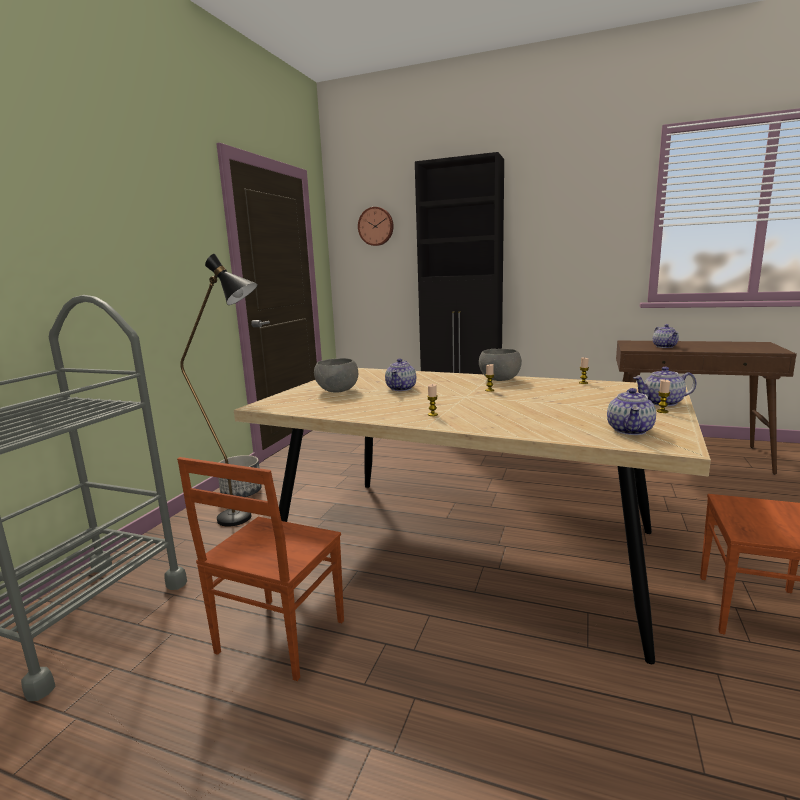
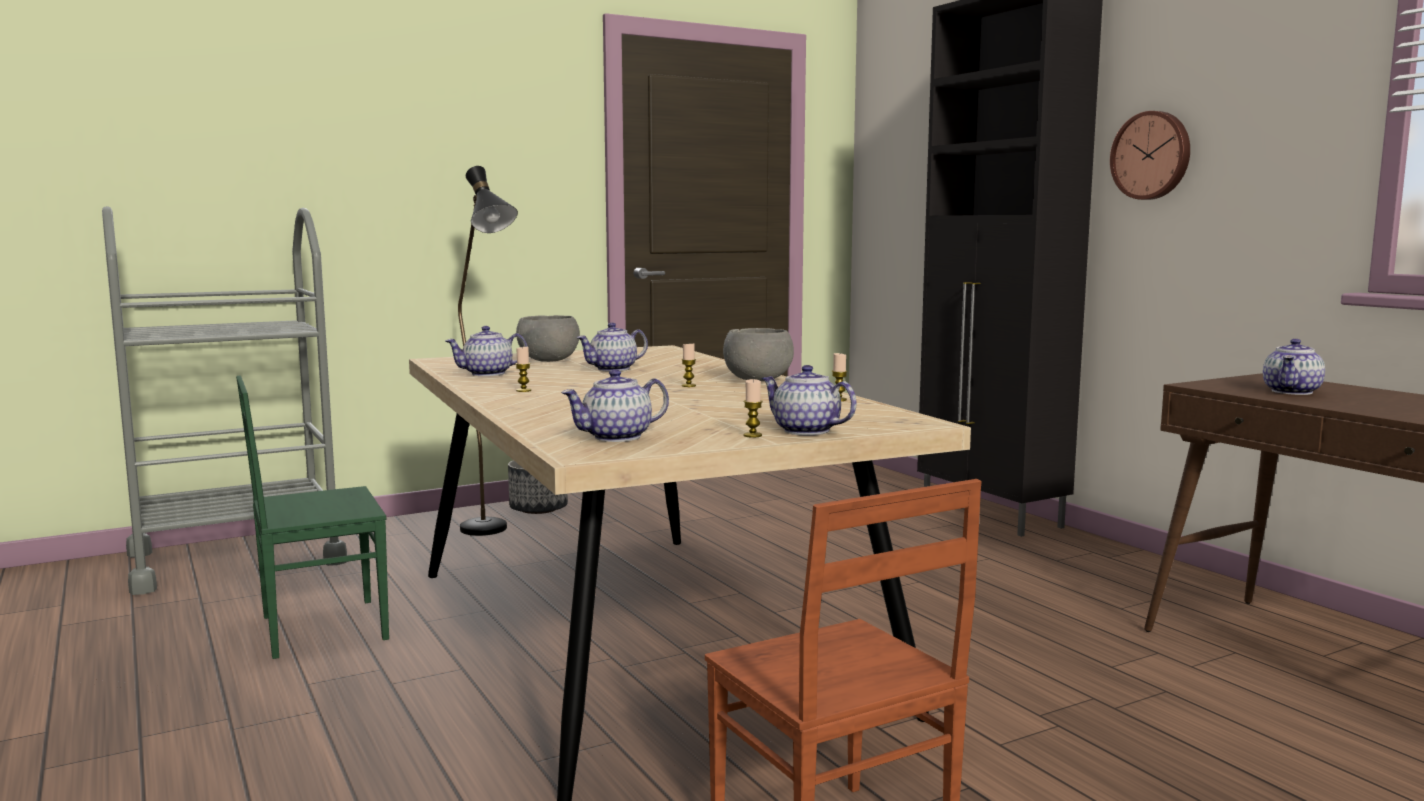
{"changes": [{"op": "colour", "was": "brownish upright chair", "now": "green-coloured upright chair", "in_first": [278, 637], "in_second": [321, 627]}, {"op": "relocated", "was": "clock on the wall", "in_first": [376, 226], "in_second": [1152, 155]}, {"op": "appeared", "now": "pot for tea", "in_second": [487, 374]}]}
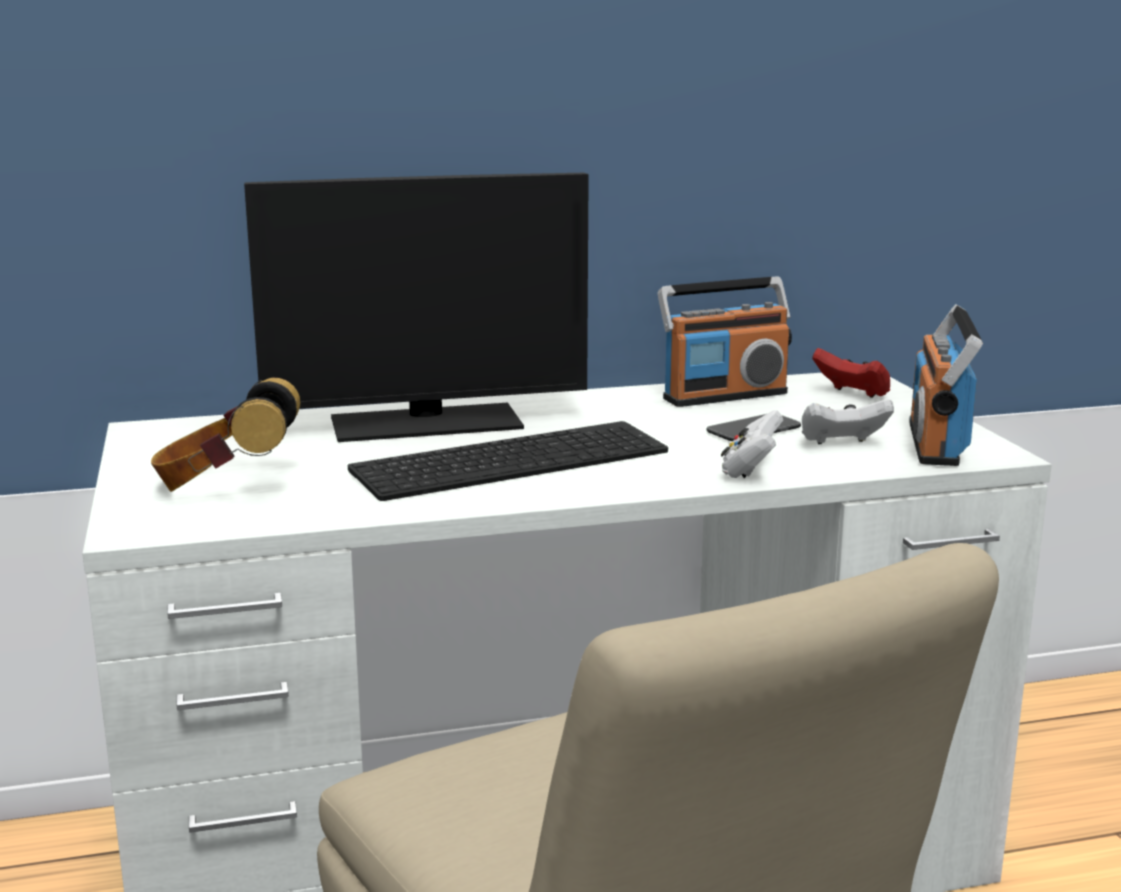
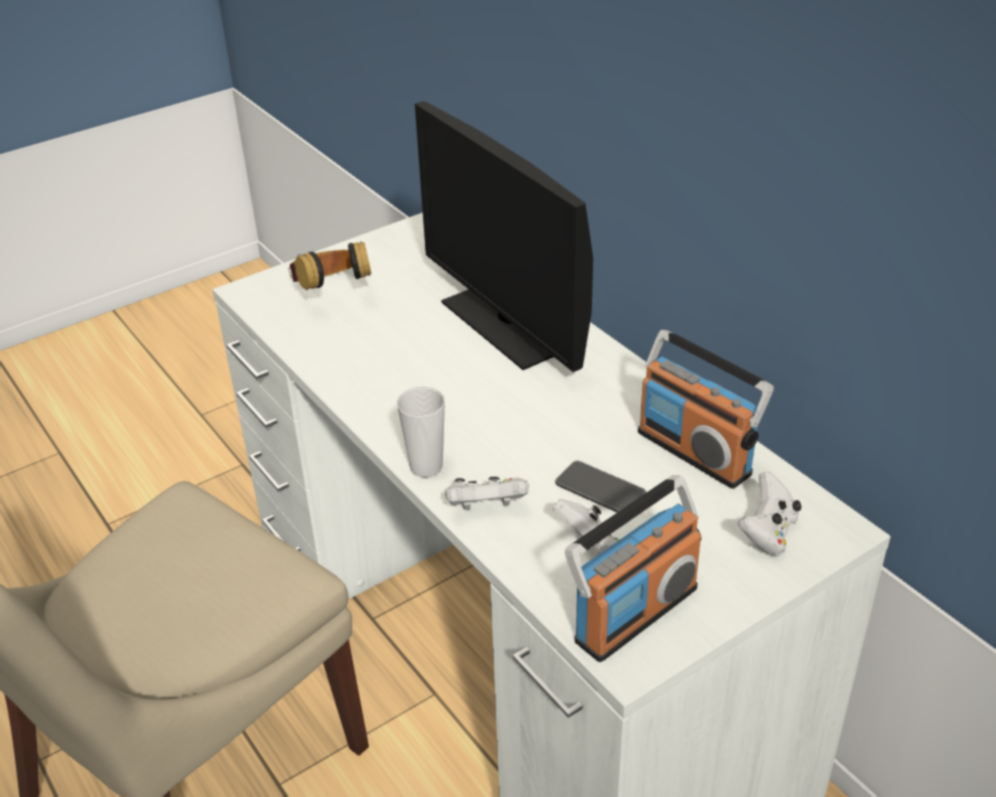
{"changes": [{"op": "missing", "was": "keyboard", "in_first": [512, 459]}, {"op": "colour", "was": "red-coloured game controller", "now": "whitish game controller", "in_first": [853, 394], "in_second": [767, 533]}, {"op": "spun", "was": "radio set", "in_first": [935, 443], "in_second": [634, 613], "clockwise": 150}, {"op": "appeared", "now": "drinking cup", "in_second": [426, 467]}]}
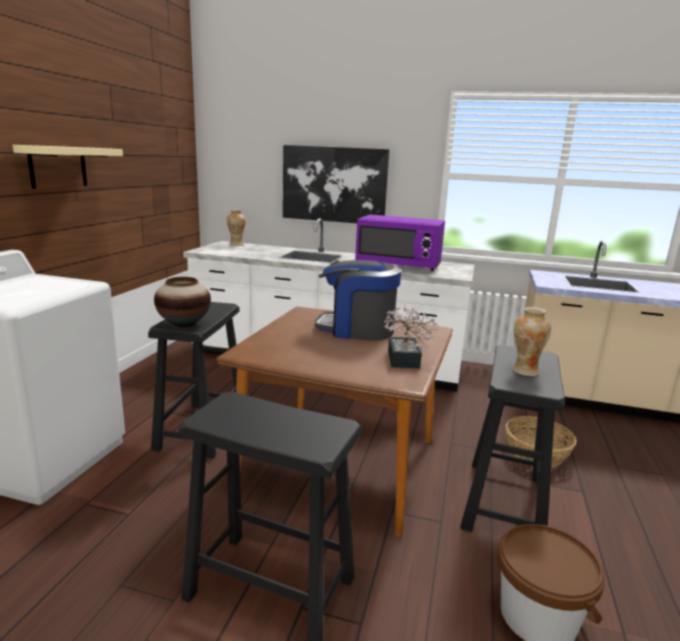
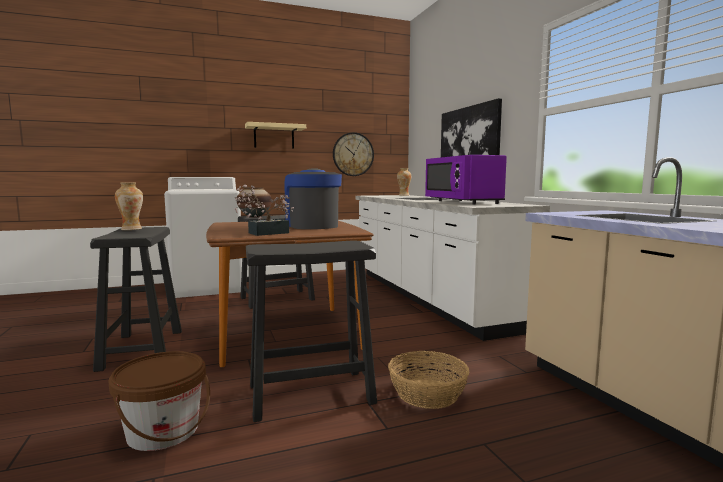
{"changes": [{"op": "relocated", "was": "vase", "in_first": [525, 371], "in_second": [131, 229]}, {"op": "appeared", "now": "clock on the wall", "in_second": [353, 154]}]}
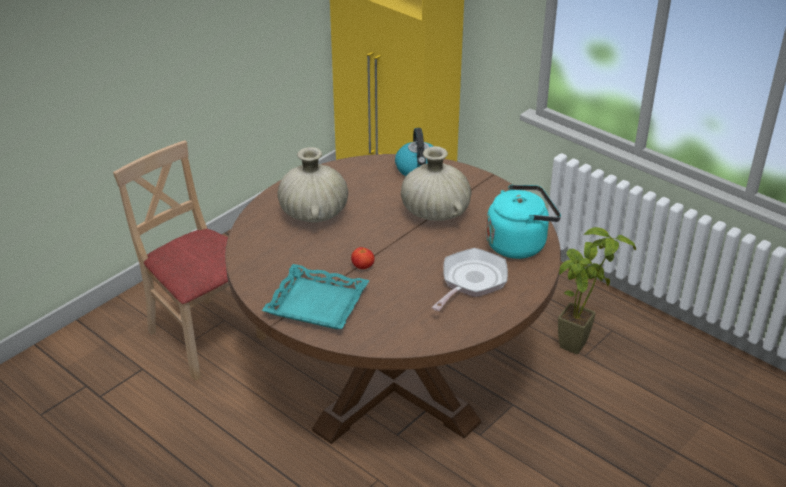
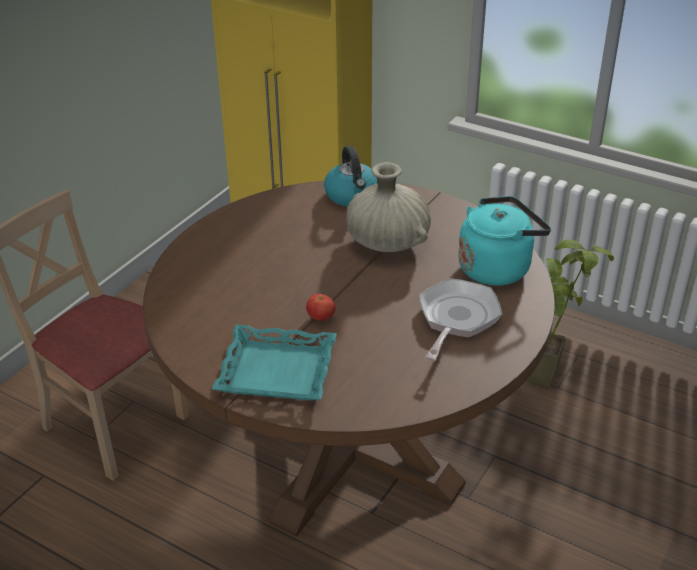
{"changes": [{"op": "missing", "was": "sand-coloured vase", "in_first": [313, 214]}]}
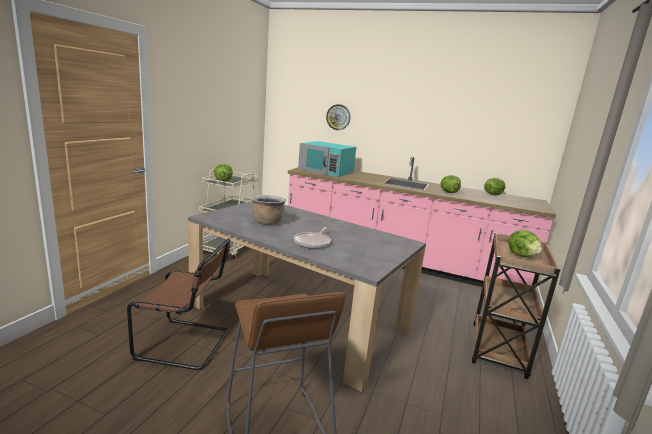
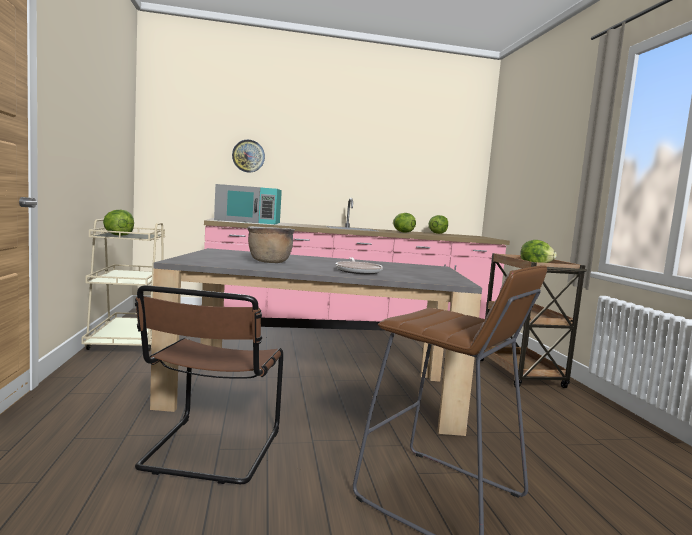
{"changes": [{"op": "spun", "was": "brownish upright chair", "in_first": [187, 344], "in_second": [210, 452], "clockwise": 120}]}
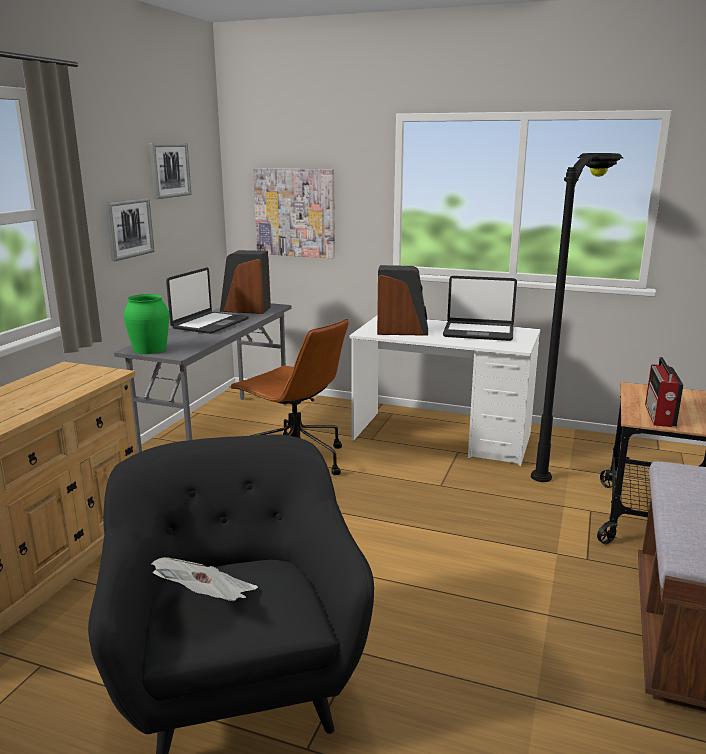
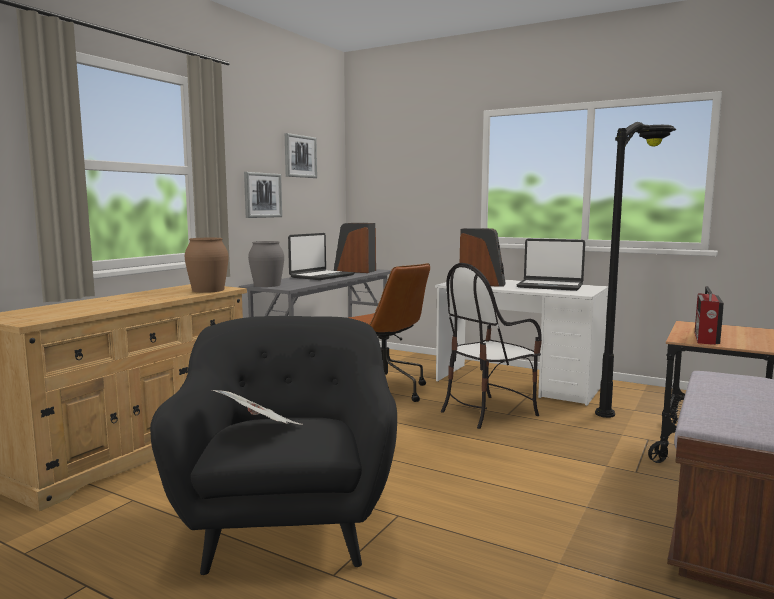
{"changes": [{"op": "colour", "was": "green-coloured vase", "now": "gray vase", "in_first": [149, 349], "in_second": [266, 285]}, {"op": "missing", "was": "wall art", "in_first": [295, 212]}, {"op": "appeared", "now": "brownish vase", "in_second": [208, 290]}, {"op": "appeared", "now": "upright chair", "in_second": [488, 412]}]}
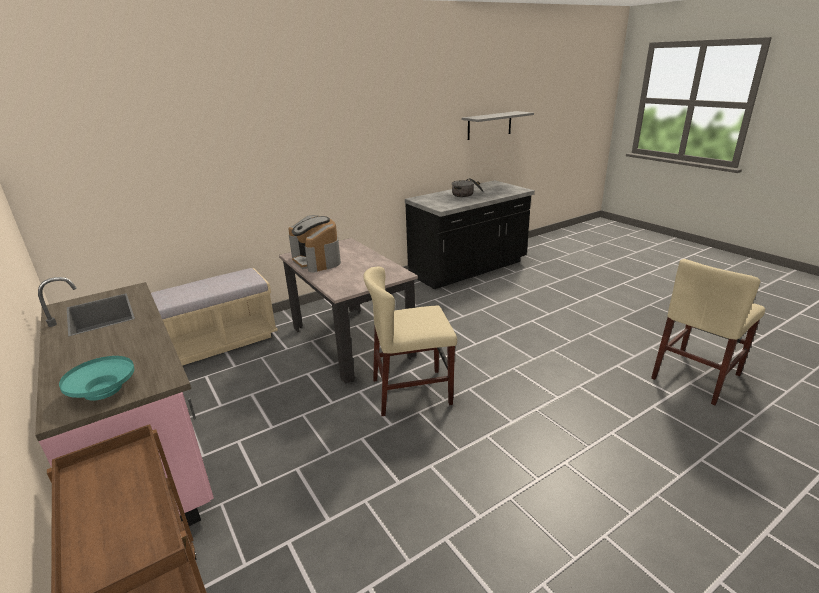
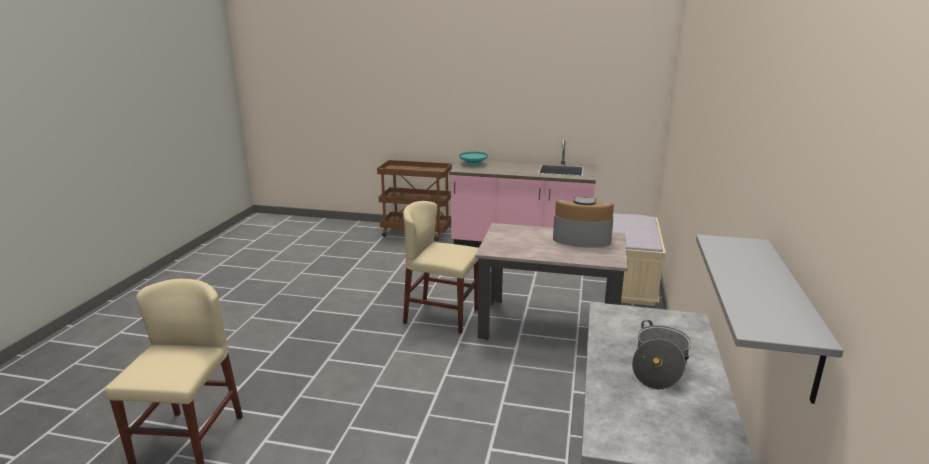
{"changes": [{"op": "spun", "was": "sand-coloured upright chair", "in_first": [411, 391], "in_second": [441, 316], "clockwise": -105}]}
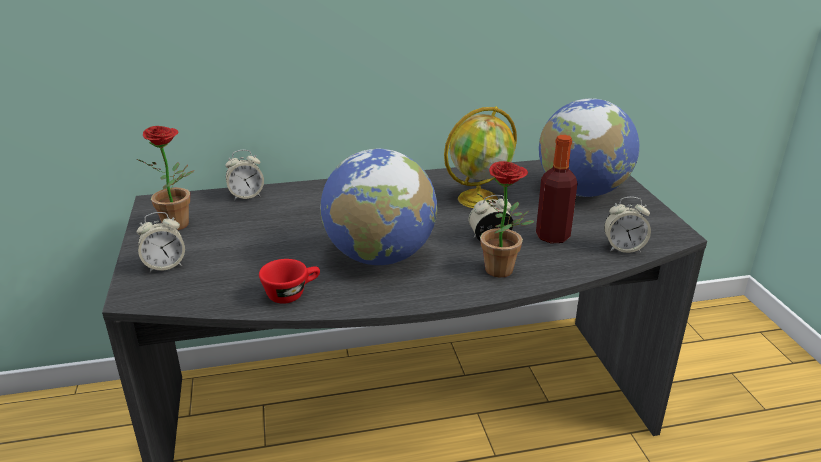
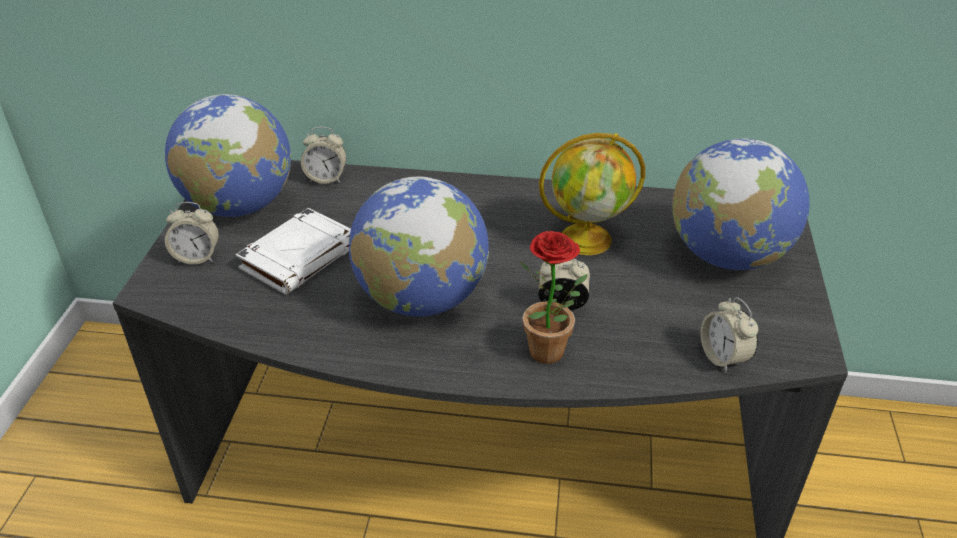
{"changes": [{"op": "exchanged", "was": "potted plant", "now": "desk globe", "in_first": [181, 225], "in_second": [239, 206]}, {"op": "missing", "was": "red-coloured drinking cup", "in_first": [292, 293]}, {"op": "missing", "was": "beverage bottle", "in_first": [552, 236]}, {"op": "spun", "was": "alarm clock", "in_first": [623, 248], "in_second": [723, 357], "clockwise": 45}, {"op": "appeared", "now": "whitish book", "in_second": [300, 256]}]}
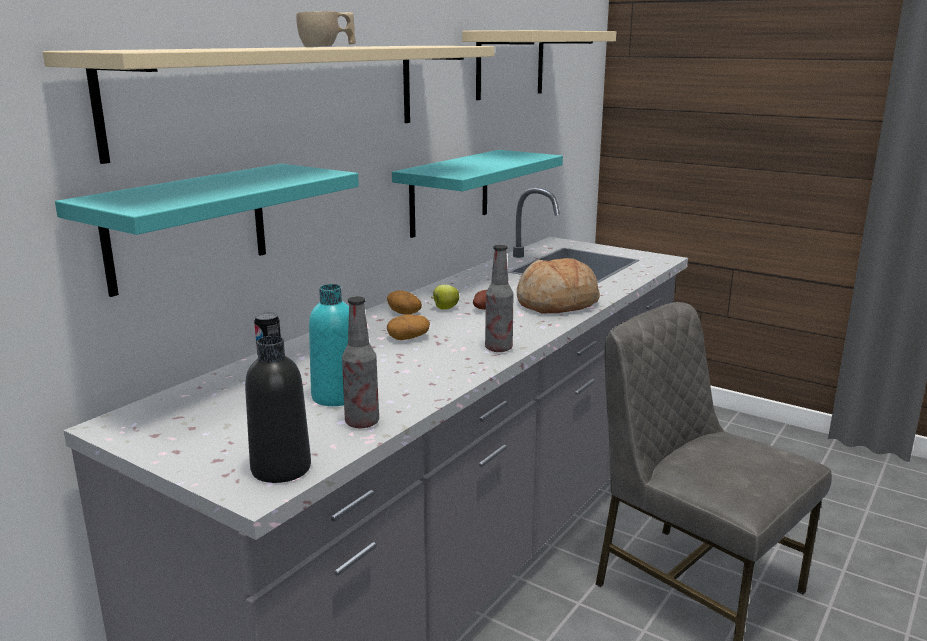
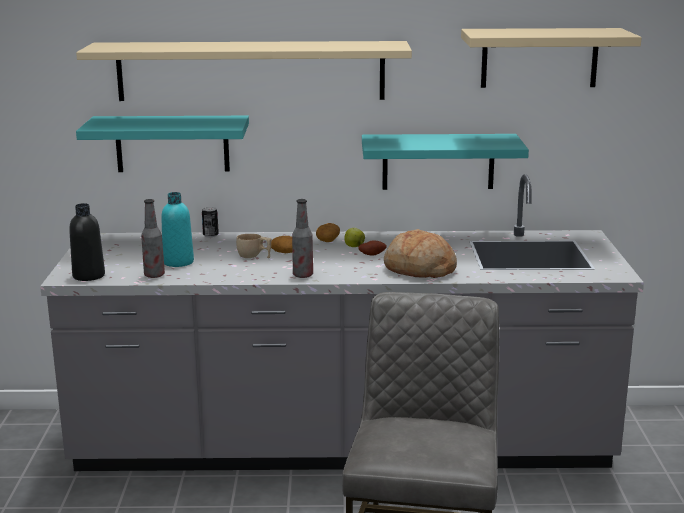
{"changes": [{"op": "relocated", "was": "sand-coloured drinking cup", "in_first": [327, 47], "in_second": [254, 257]}]}
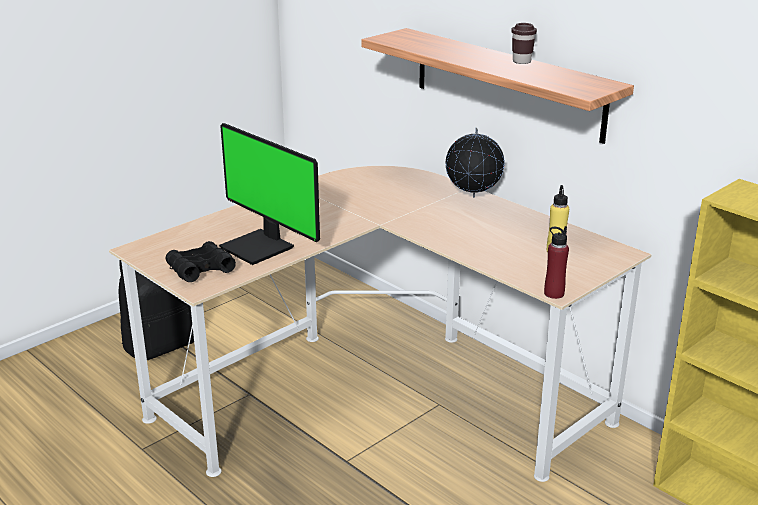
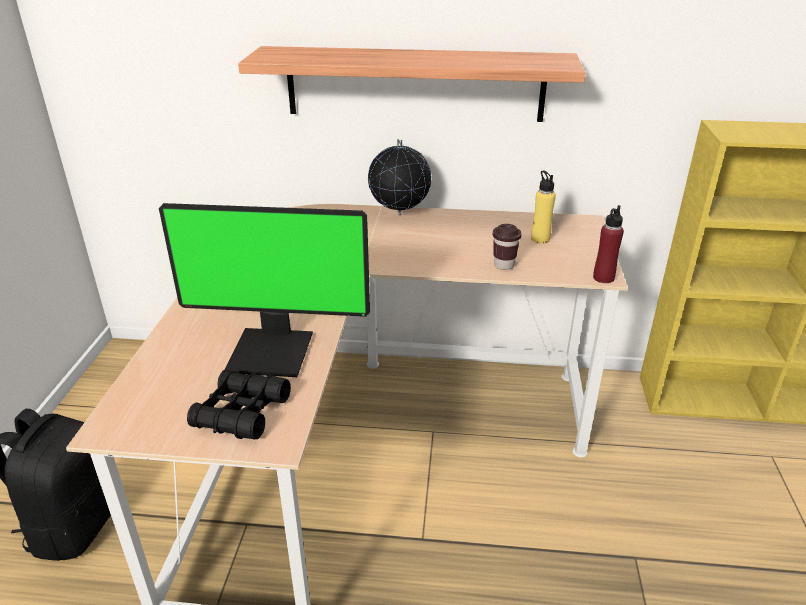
{"changes": [{"op": "relocated", "was": "brownish drinking cup", "in_first": [521, 61], "in_second": [504, 265]}]}
